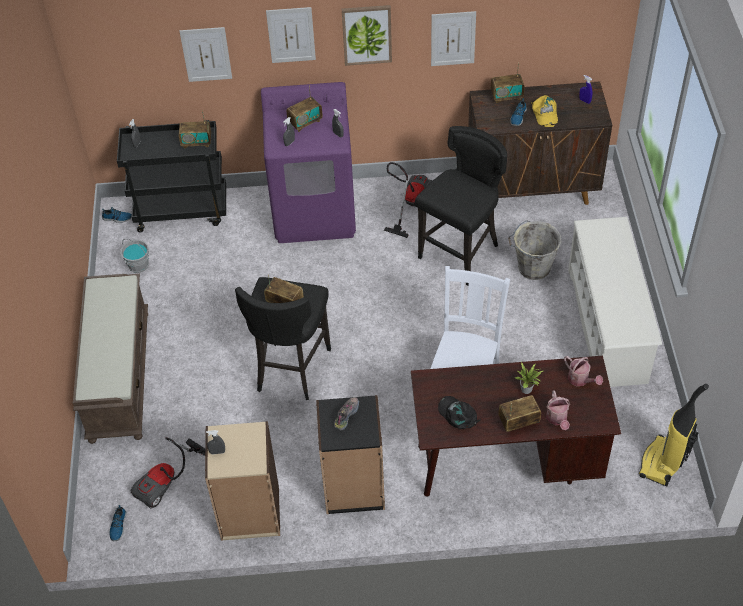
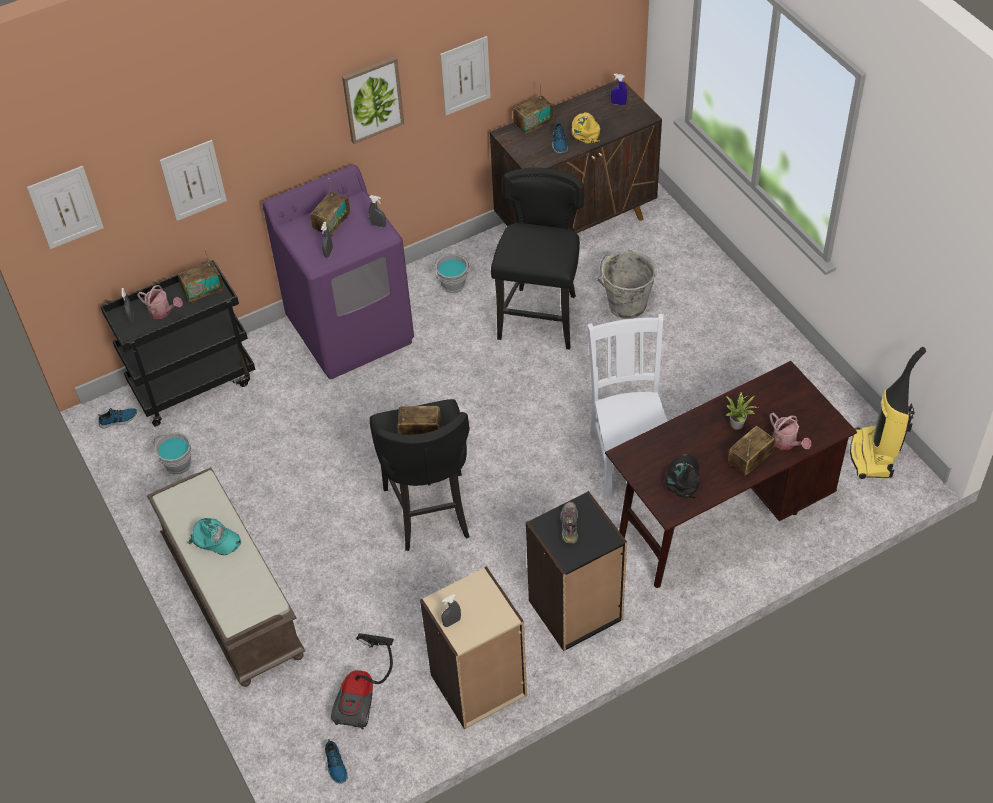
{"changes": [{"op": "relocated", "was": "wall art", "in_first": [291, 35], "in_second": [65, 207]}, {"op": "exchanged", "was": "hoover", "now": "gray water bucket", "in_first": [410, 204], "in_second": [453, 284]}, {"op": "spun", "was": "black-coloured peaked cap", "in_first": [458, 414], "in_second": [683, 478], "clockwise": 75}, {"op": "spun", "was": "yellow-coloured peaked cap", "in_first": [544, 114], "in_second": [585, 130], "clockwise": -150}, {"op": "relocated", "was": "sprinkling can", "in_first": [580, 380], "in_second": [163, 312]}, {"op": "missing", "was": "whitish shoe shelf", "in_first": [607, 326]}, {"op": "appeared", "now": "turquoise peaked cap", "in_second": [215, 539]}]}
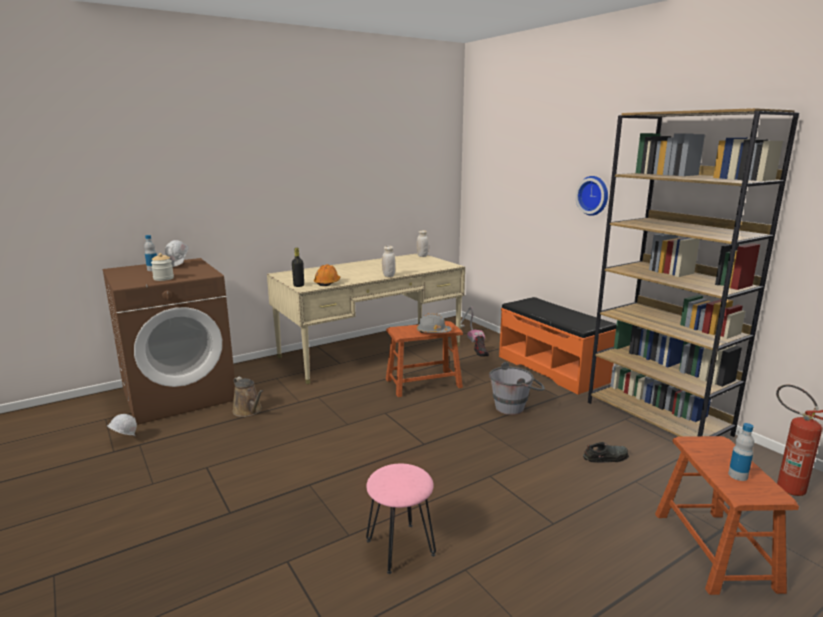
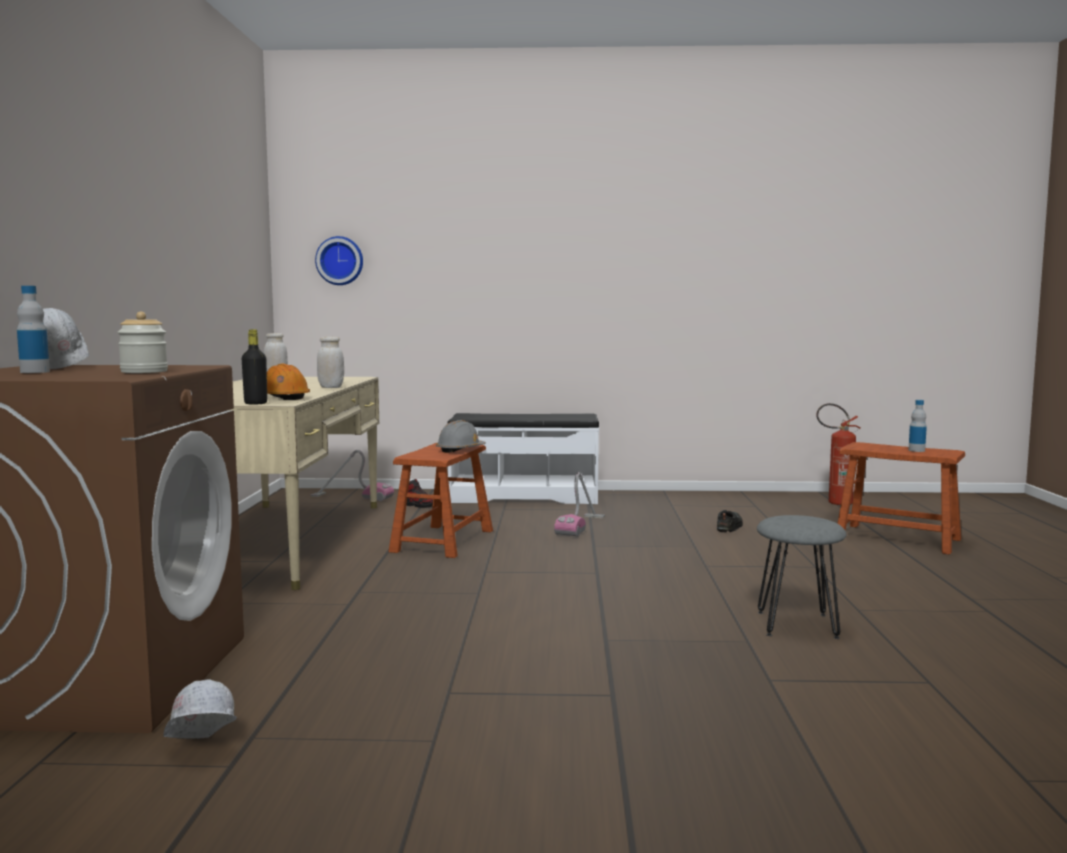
{"changes": [{"op": "missing", "was": "brownish sprinkling can", "in_first": [248, 411]}, {"op": "colour", "was": "pinkish stool seat", "now": "gray stool seat", "in_first": [399, 548], "in_second": [797, 625]}, {"op": "exchanged", "was": "gray water bucket", "now": "hoover", "in_first": [515, 407], "in_second": [581, 526]}, {"op": "colour", "was": "orangey long seat", "now": "whitish long seat", "in_first": [552, 368], "in_second": [524, 496]}, {"op": "relocated", "was": "clock on the wall", "in_first": [594, 195], "in_second": [340, 261]}, {"op": "missing", "was": "brownish bookcase", "in_first": [658, 418]}]}
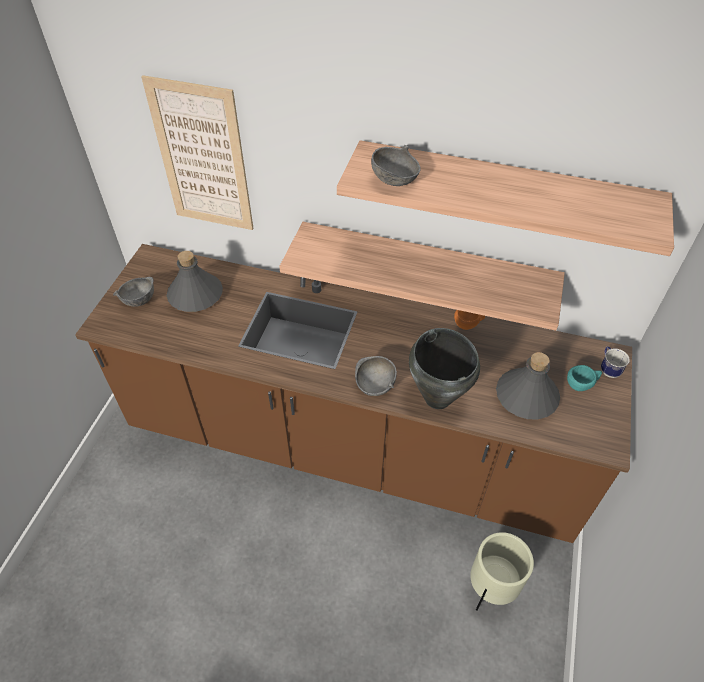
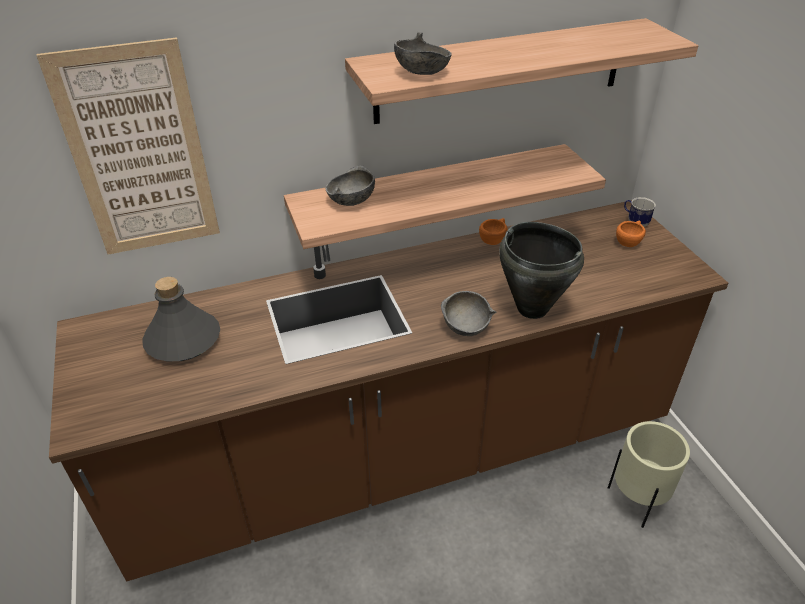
{"changes": [{"op": "relocated", "was": "gray serving bowl", "in_first": [139, 300], "in_second": [350, 201]}, {"op": "missing", "was": "gray beverage bottle", "in_first": [526, 396]}, {"op": "colour", "was": "turquoise drinking cup", "now": "orangey drinking cup", "in_first": [582, 384], "in_second": [629, 242]}]}
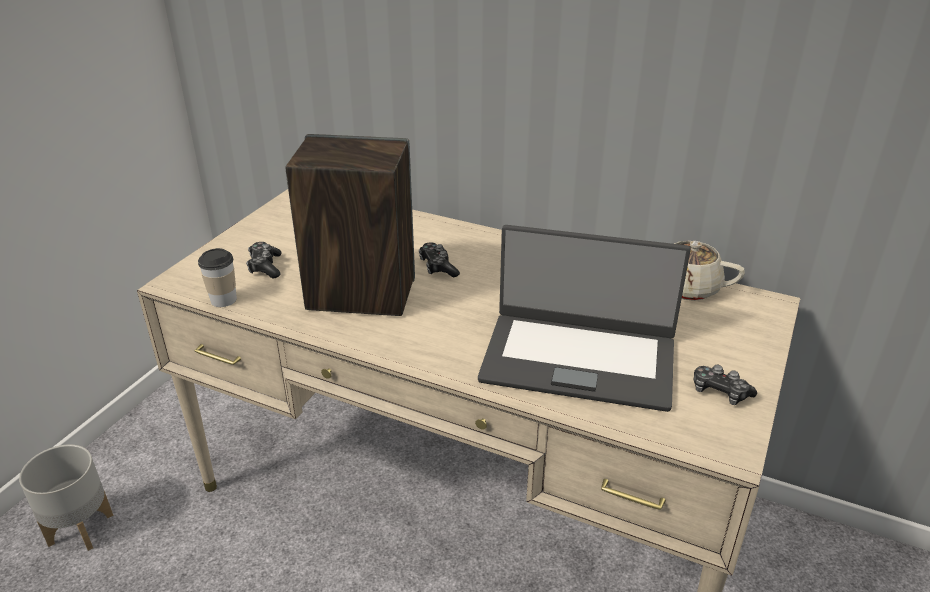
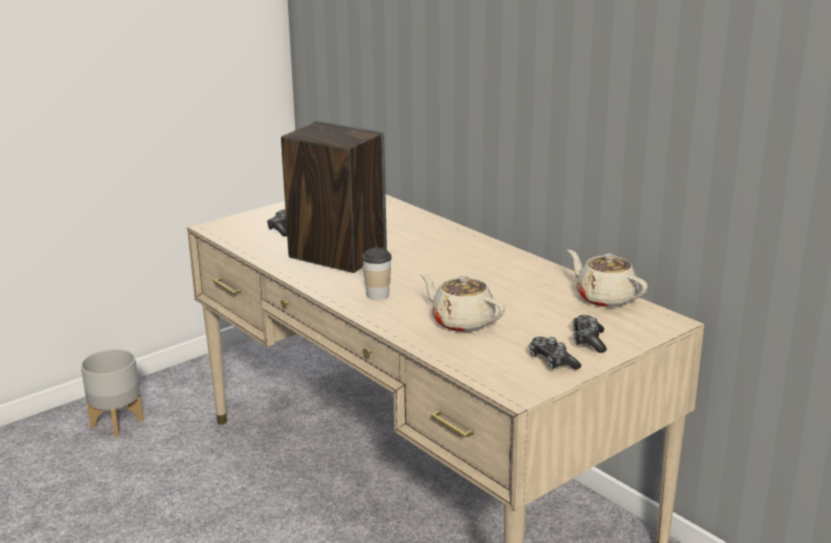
{"changes": [{"op": "relocated", "was": "drinking cup", "in_first": [223, 300], "in_second": [377, 295]}, {"op": "relocated", "was": "game controller", "in_first": [438, 267], "in_second": [588, 341]}, {"op": "exchanged", "was": "portable computer", "now": "sand-coloured pot for tea", "in_first": [579, 359], "in_second": [461, 322]}]}
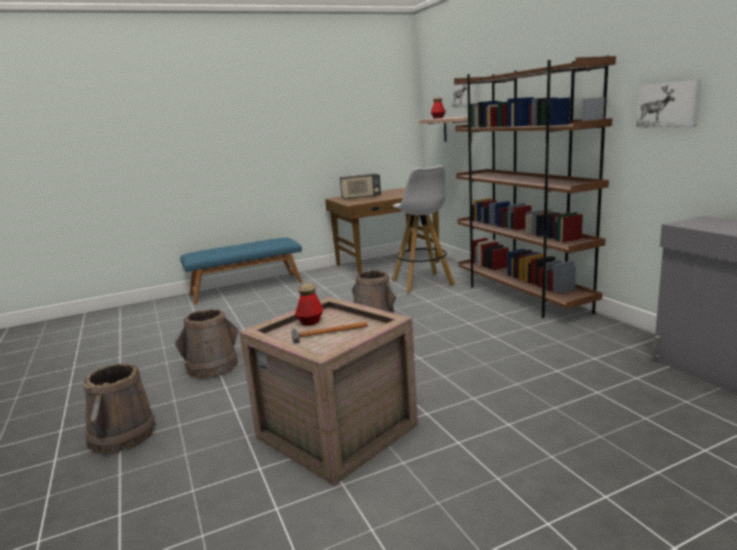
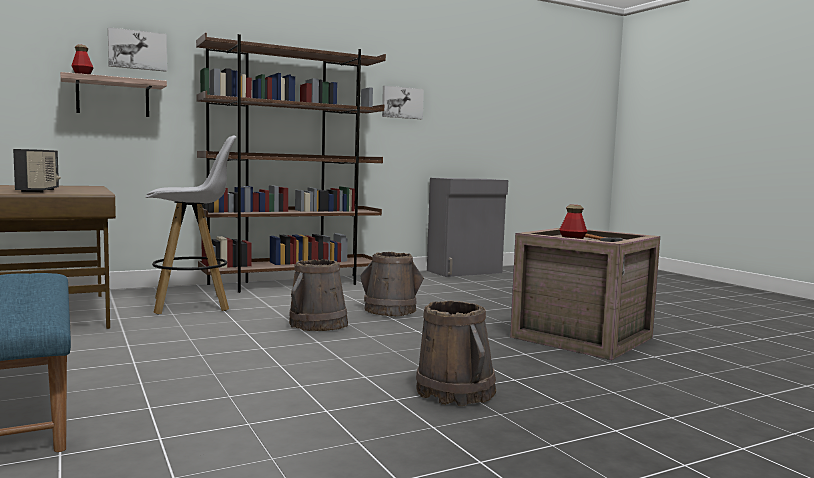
{"changes": [{"op": "relocated", "was": "brownish water bucket", "in_first": [122, 436], "in_second": [390, 310]}]}
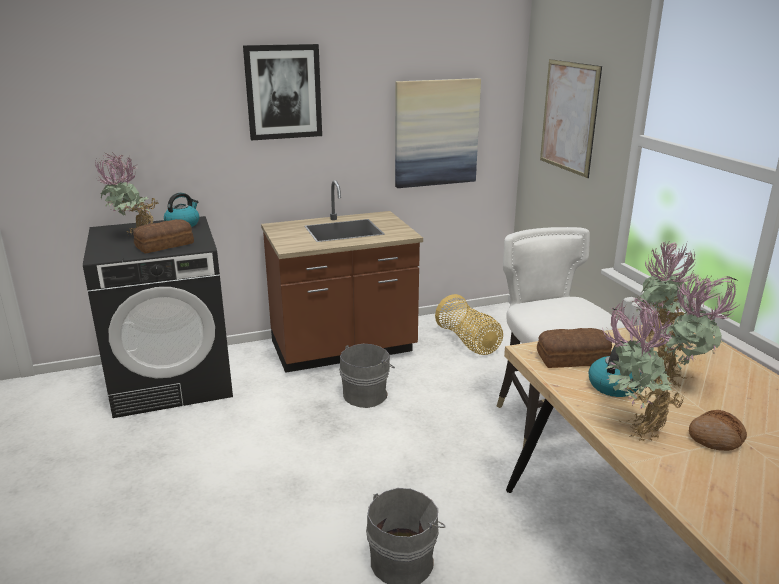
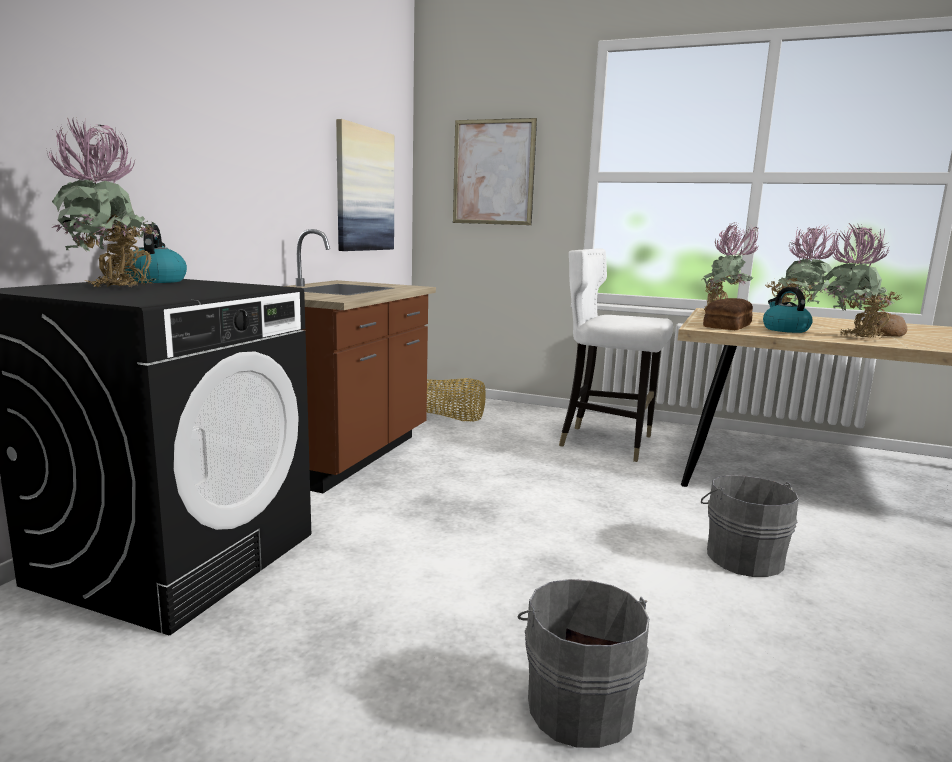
{"changes": [{"op": "missing", "was": "bread", "in_first": [166, 245]}, {"op": "missing", "was": "wall art", "in_first": [283, 92]}, {"op": "relocated", "was": "gray water bucket", "in_first": [367, 394], "in_second": [578, 703]}]}
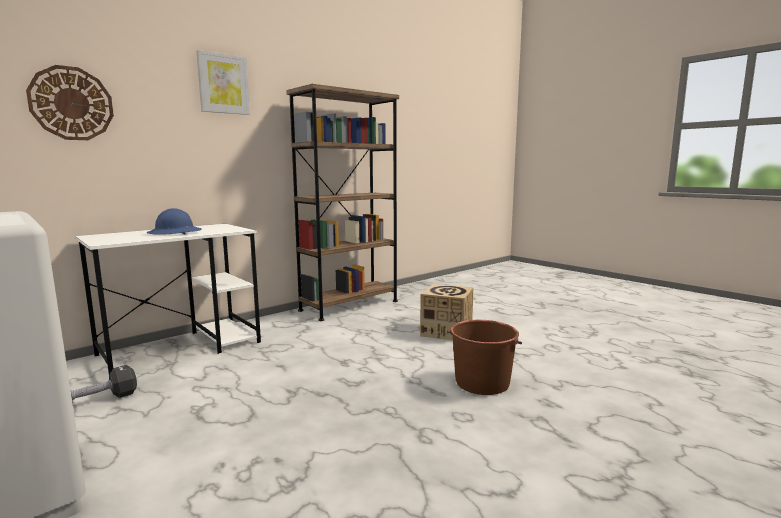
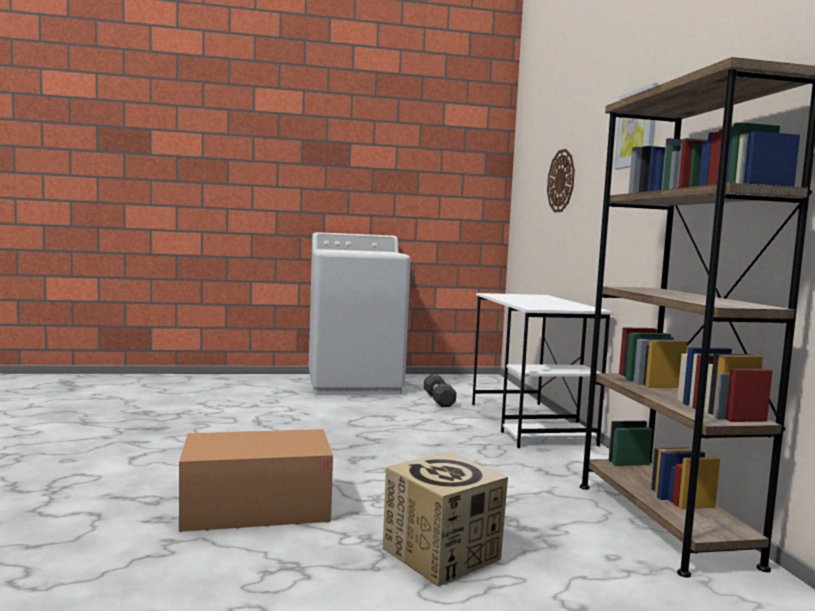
{"changes": [{"op": "missing", "was": "blue safety helmet", "in_first": [175, 233]}, {"op": "exchanged", "was": "brownish water bucket", "now": "packing box", "in_first": [482, 382], "in_second": [256, 508]}]}
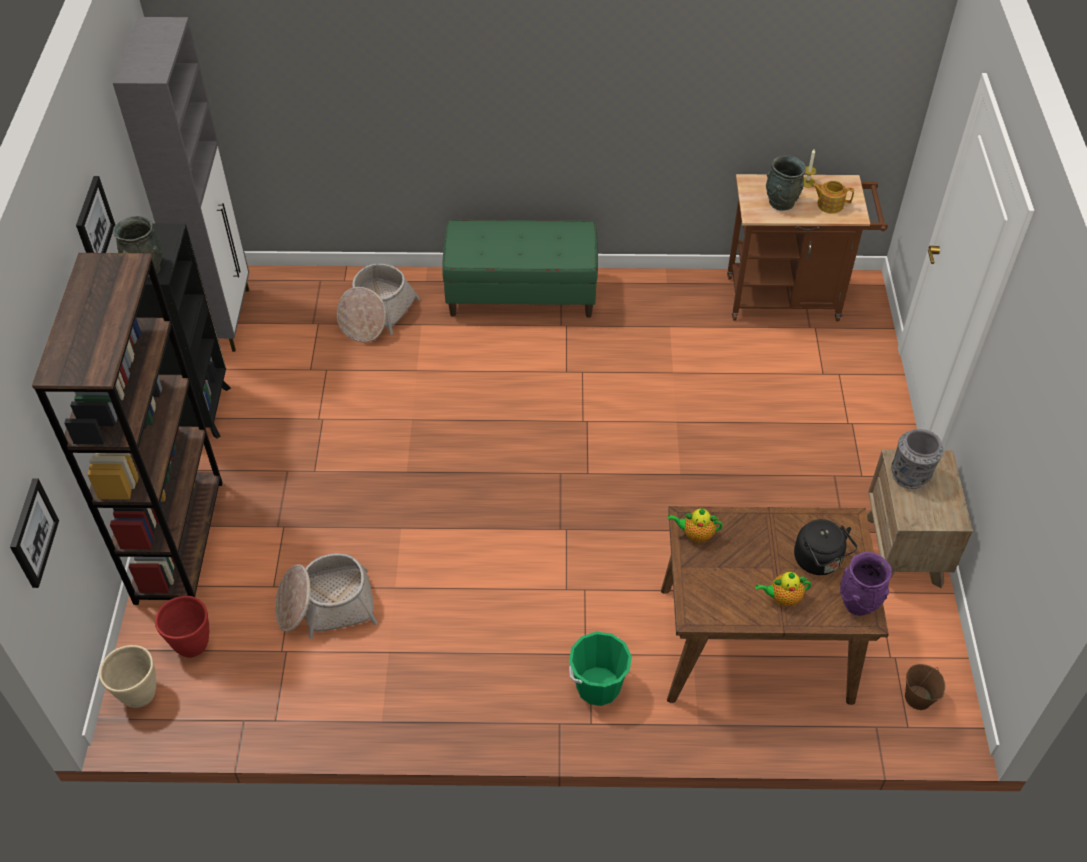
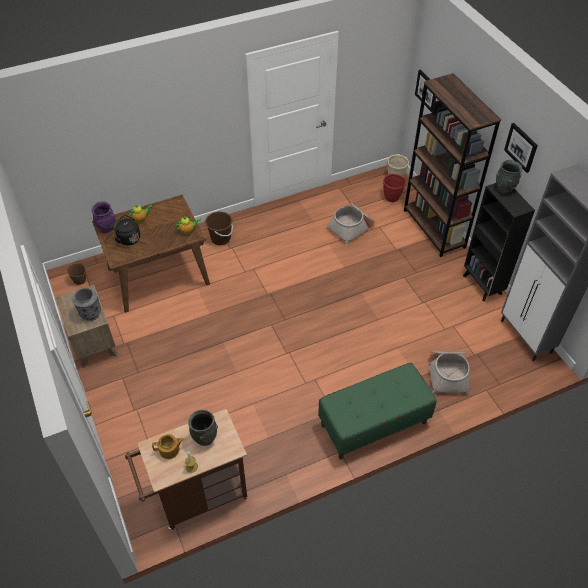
{"changes": [{"op": "colour", "was": "green-coloured water bucket", "now": "brownish water bucket", "in_first": [598, 686], "in_second": [220, 238]}]}
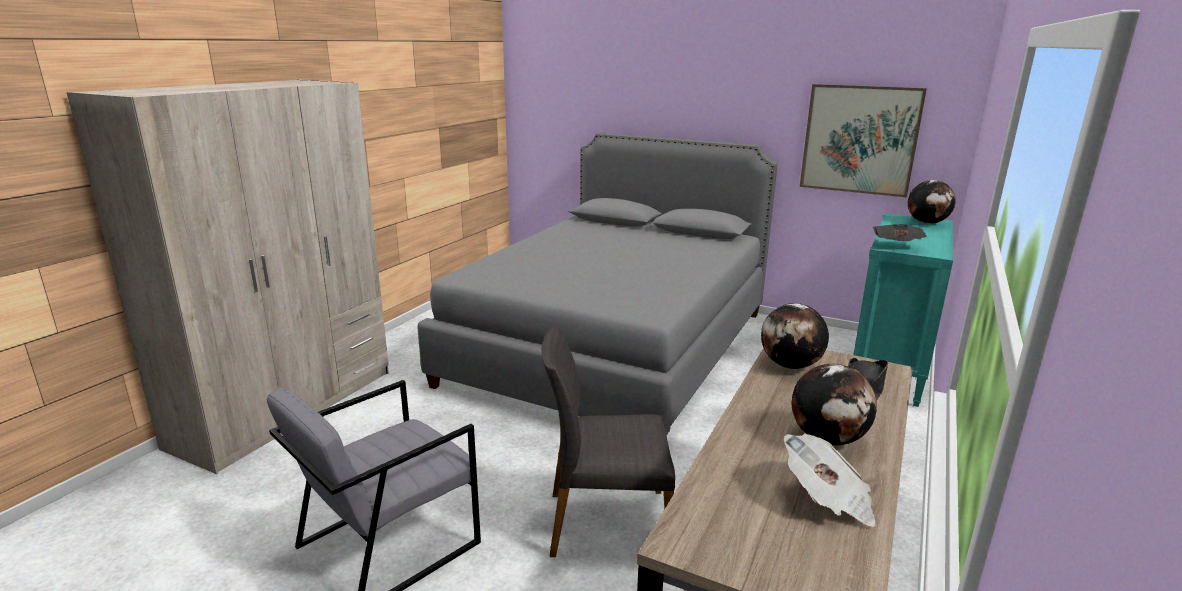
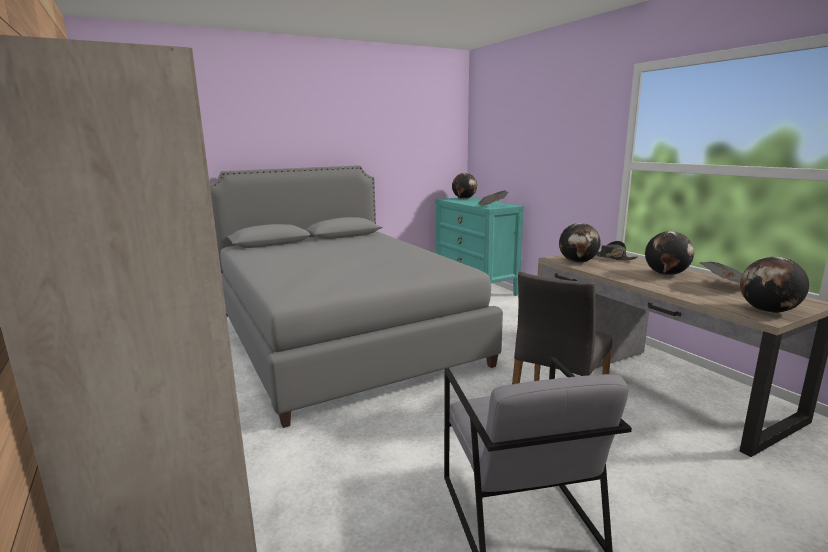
{"changes": [{"op": "missing", "was": "wall art", "in_first": [859, 139]}, {"op": "appeared", "now": "desk globe", "in_second": [768, 311]}]}
